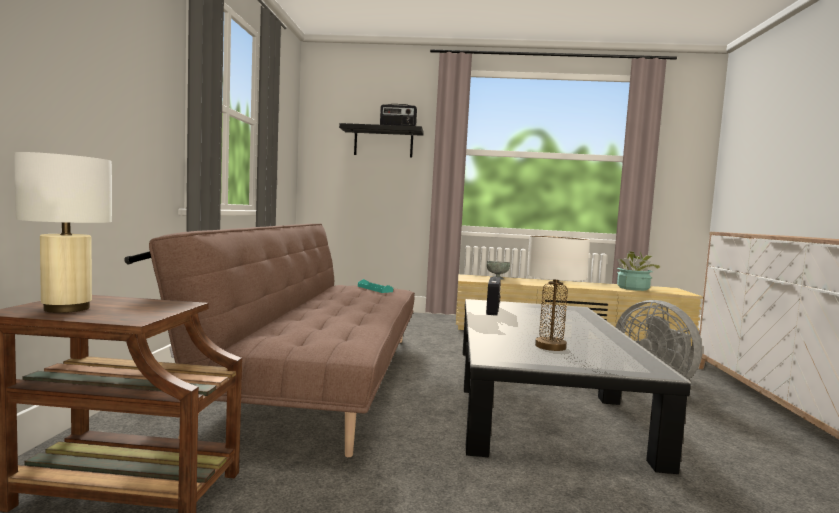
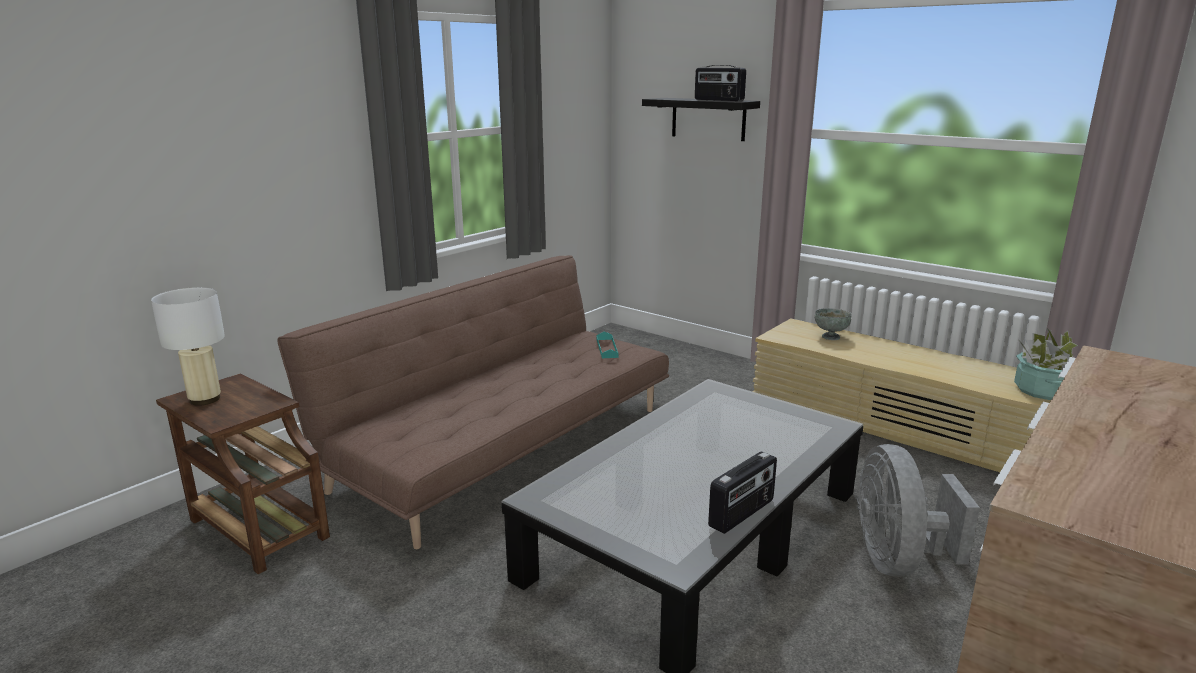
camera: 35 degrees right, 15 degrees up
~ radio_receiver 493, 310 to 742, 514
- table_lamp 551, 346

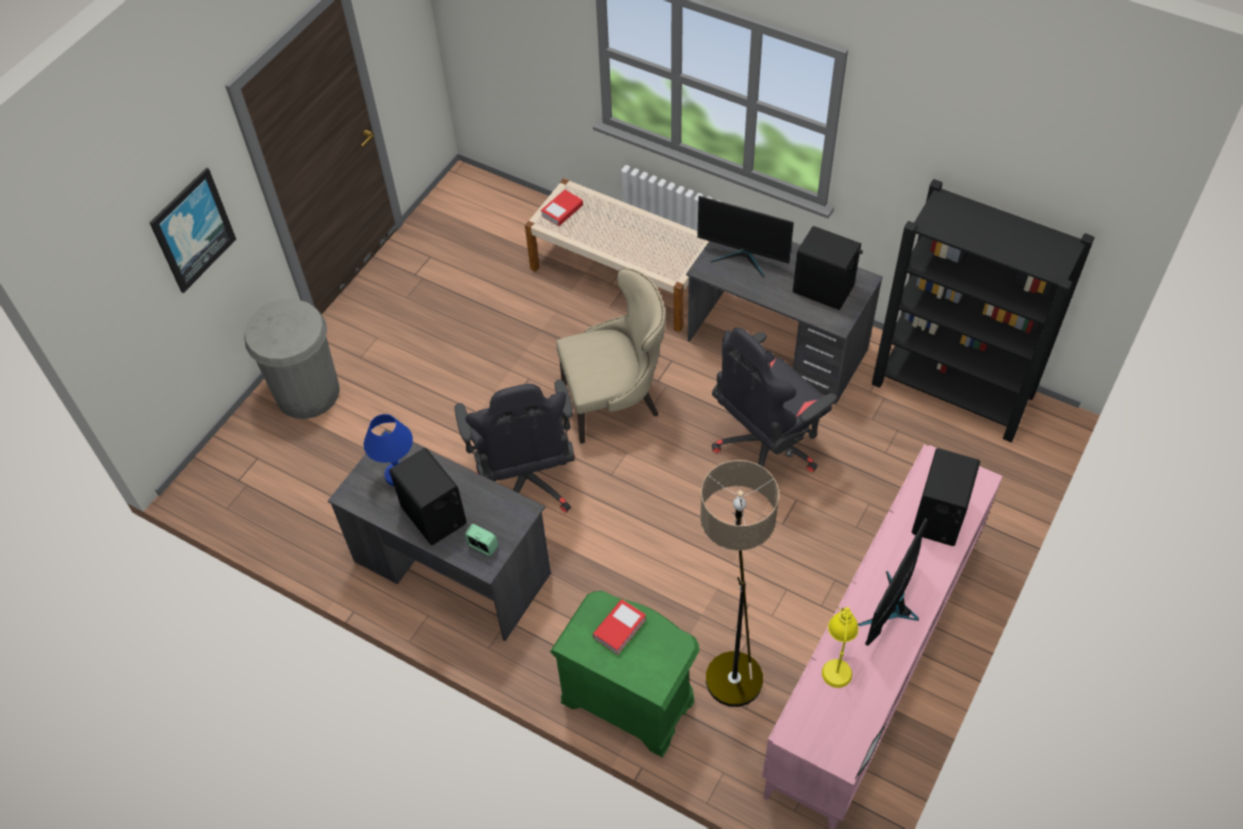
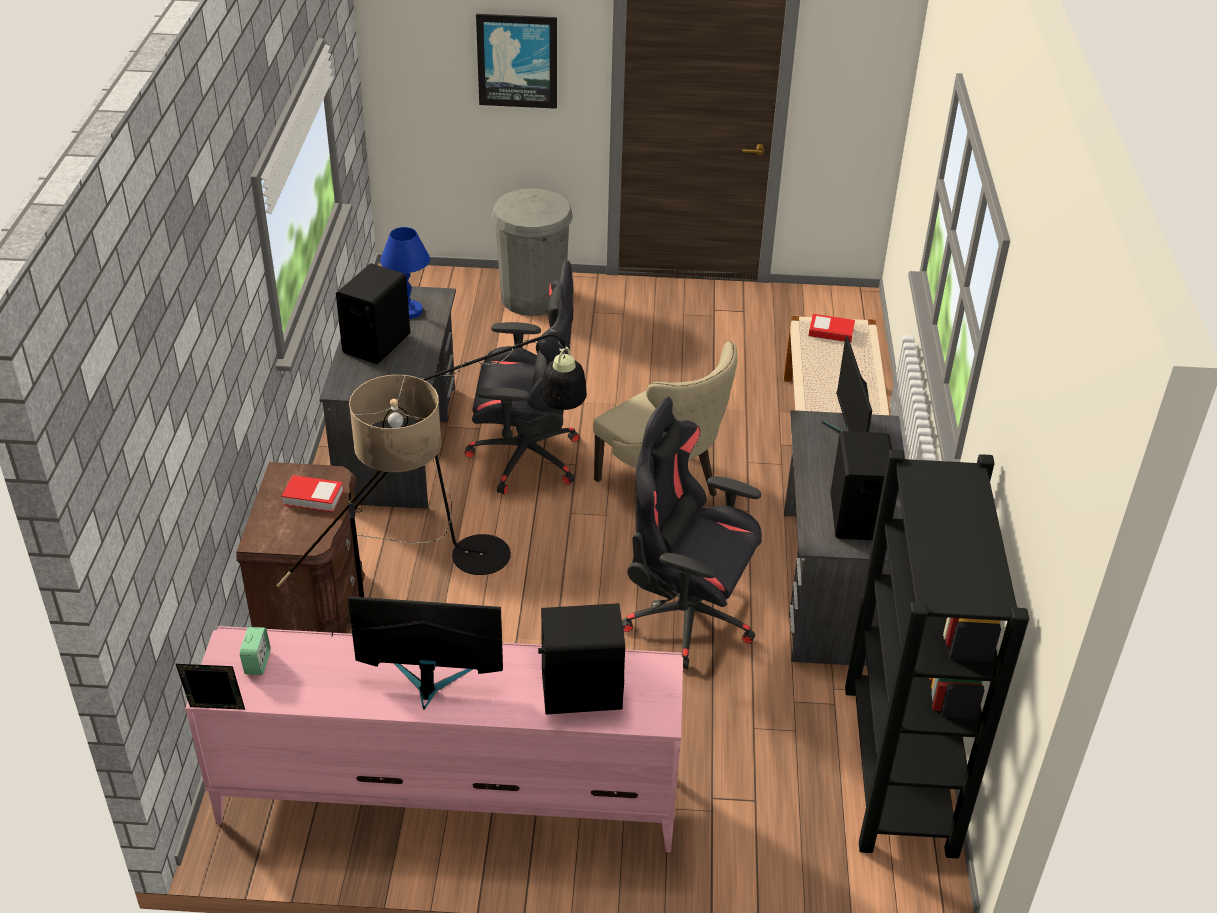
camera: 60 degrees right, 15 degrees down
~ black_office_chair 526, 481 = 524, 458 135 degrees counterclockwise
~ table_clock 483, 546 to 257, 663
~ green_bedside_table 630, 696 to brownish_bedside_table 315, 609
- yellow_table_lamp 836, 661
+ black_standard_lamp 497, 556

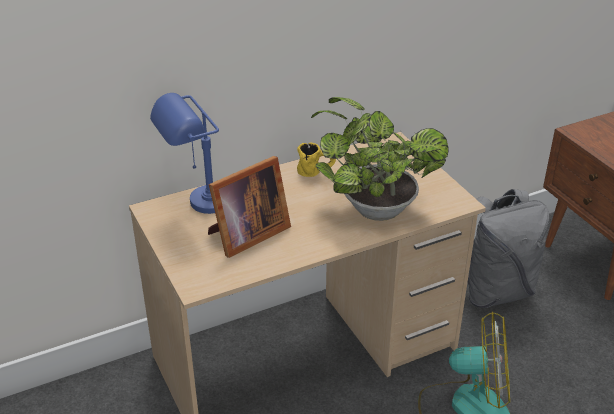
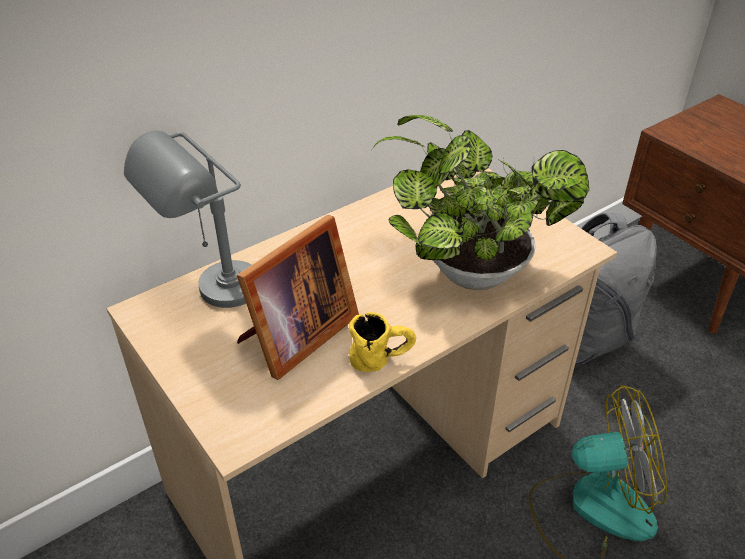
camera: 10 degrees left, 5 degrees up
~ blue-coloured_table_lamp 197, 206 to gray_table_lamp 212, 297
~ yellow_mug 316, 172 to 382, 359

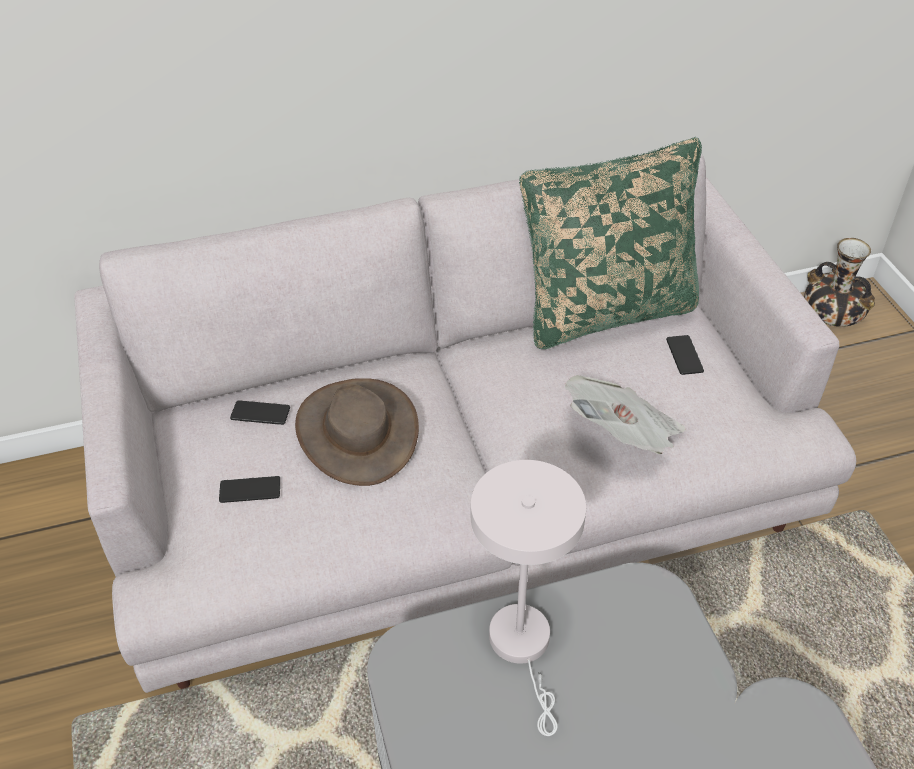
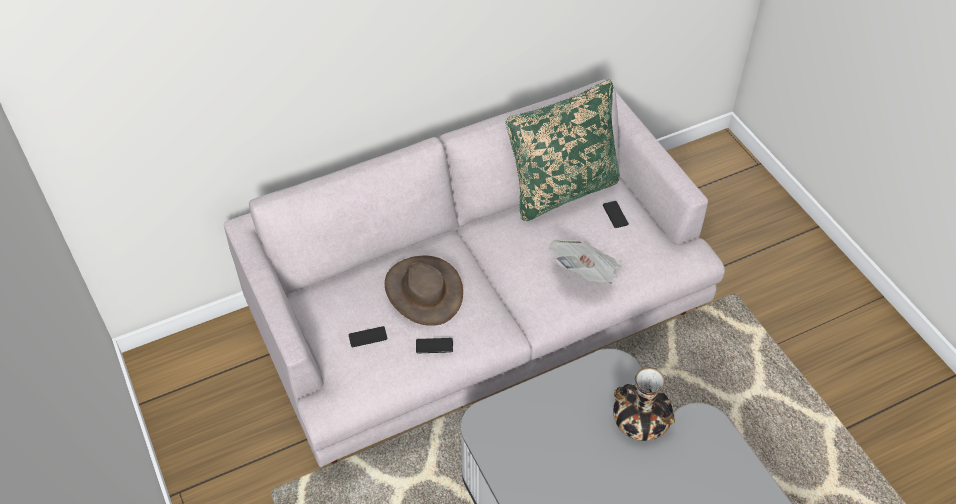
camera: 10 degrees left, 5 degrees up
~ telephone 260, 413 to 434, 346
- white-coloured_table_lamp 523, 647
~ vase 833, 313 to 641, 421

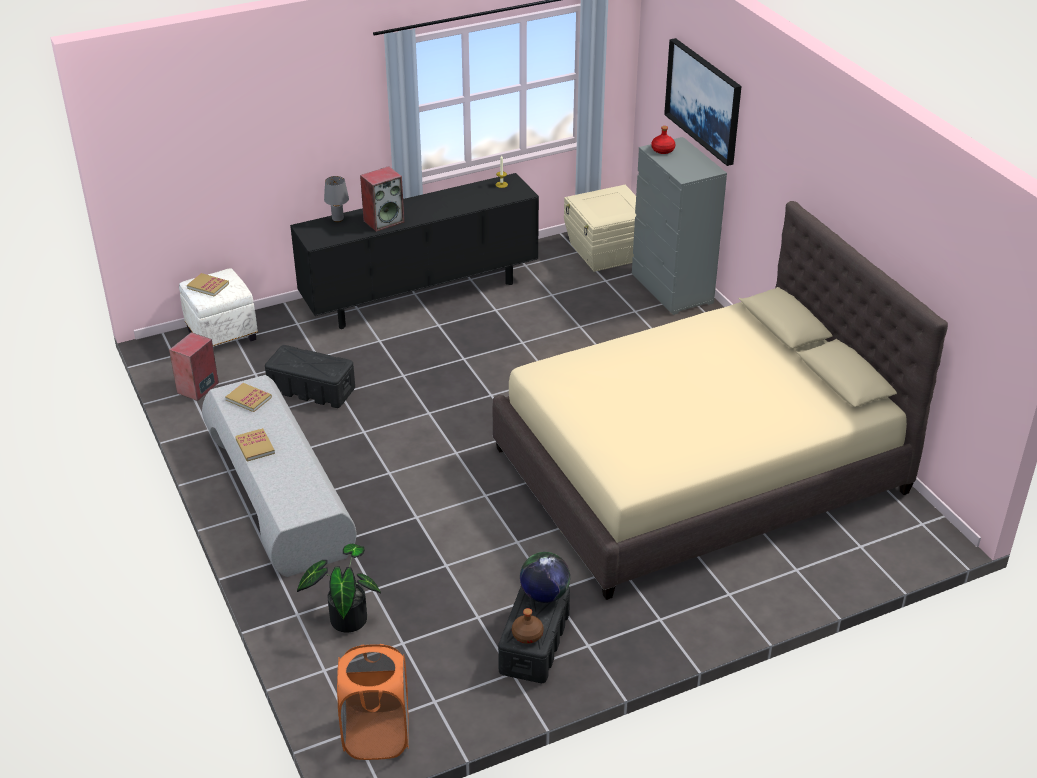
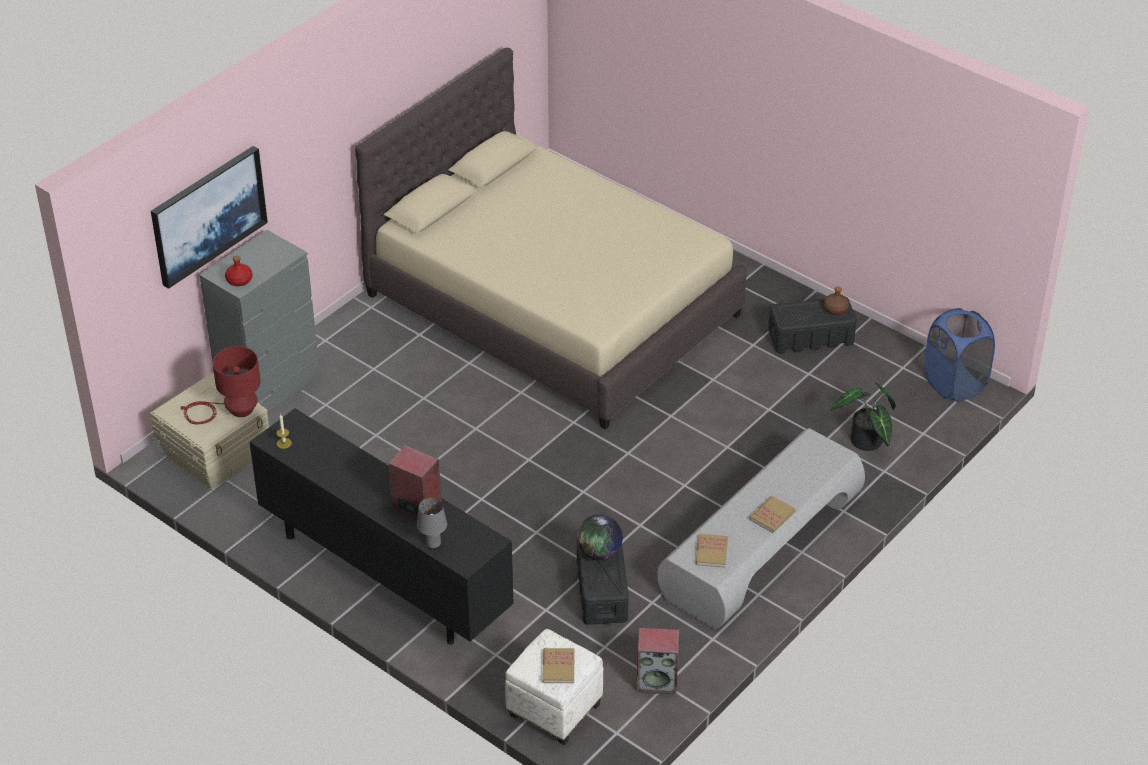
camera: 115 degrees left, 5 degrees up
~ orange_washing_basket 376, 736 to blue-coloured_washing_basket 954, 384
~ desk_globe 544, 595 to 599, 553
+ red_table_lamp 225, 411

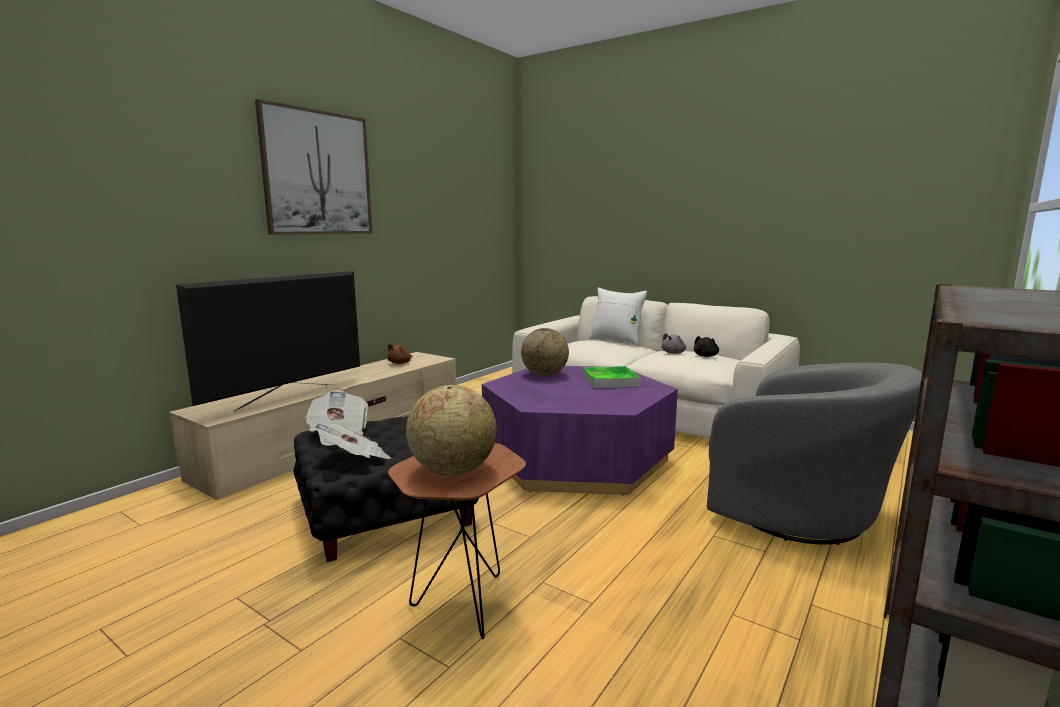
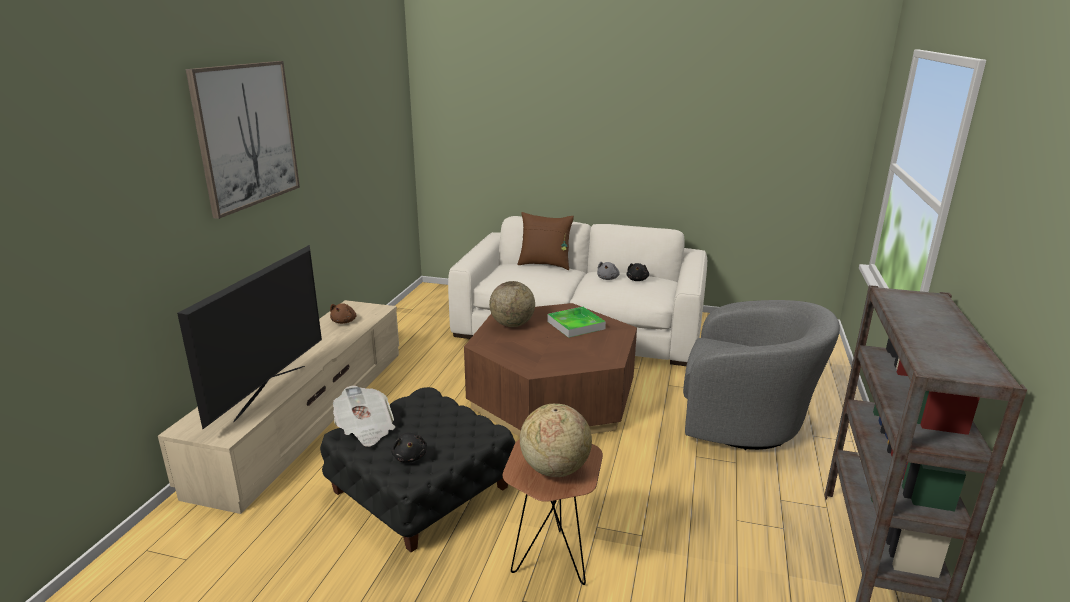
camera: 20 degrees left, 10 degrees up
~ newspaper 355, 459 to black_soft_toy 410, 457
~ purplish_low_table 577, 458 to brownish_low_table 552, 398
~ white-coloured_throw_pillow 616, 341 to brownish_throw_pillow 544, 265

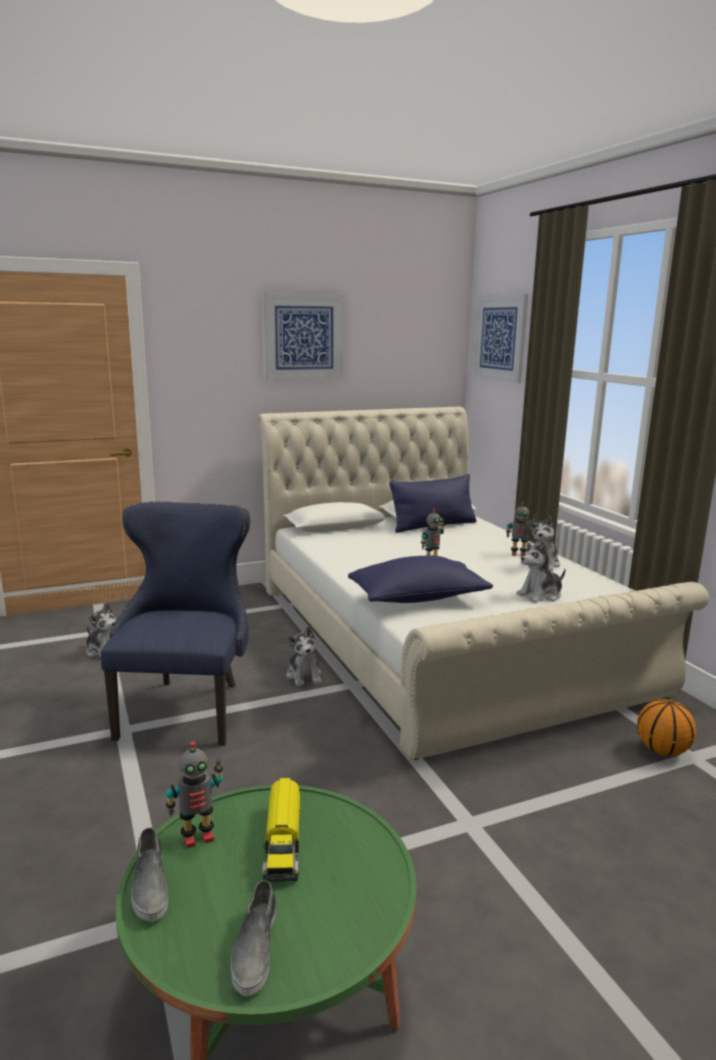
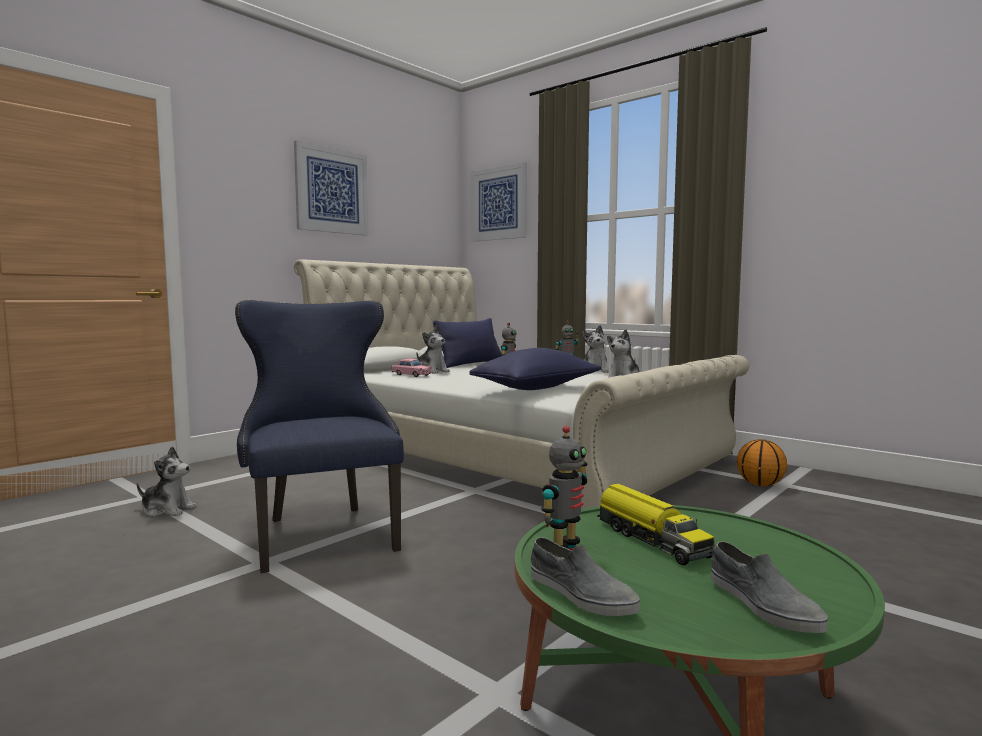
camera: 25 degrees left, 10 degrees down
~ soft_toy 304, 676 to 431, 371
+ pinkish_toy_car 411, 375

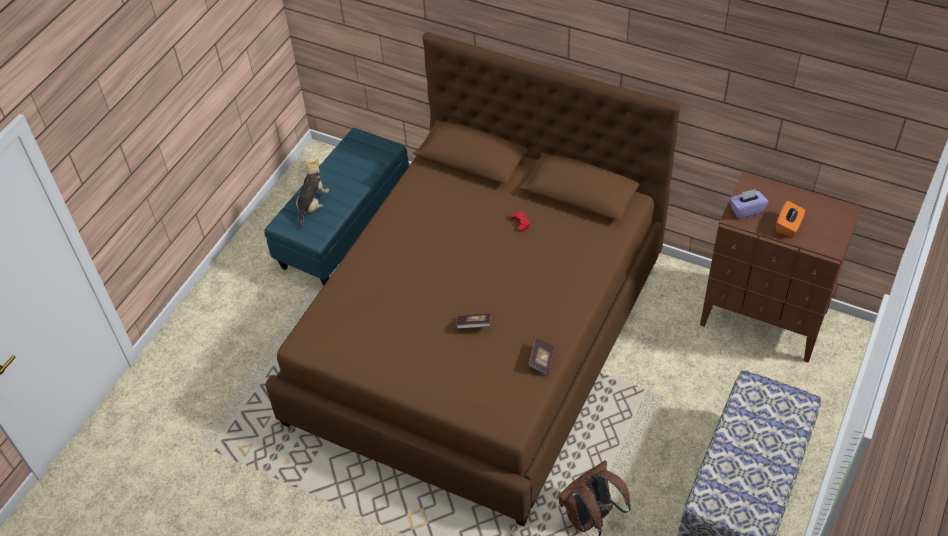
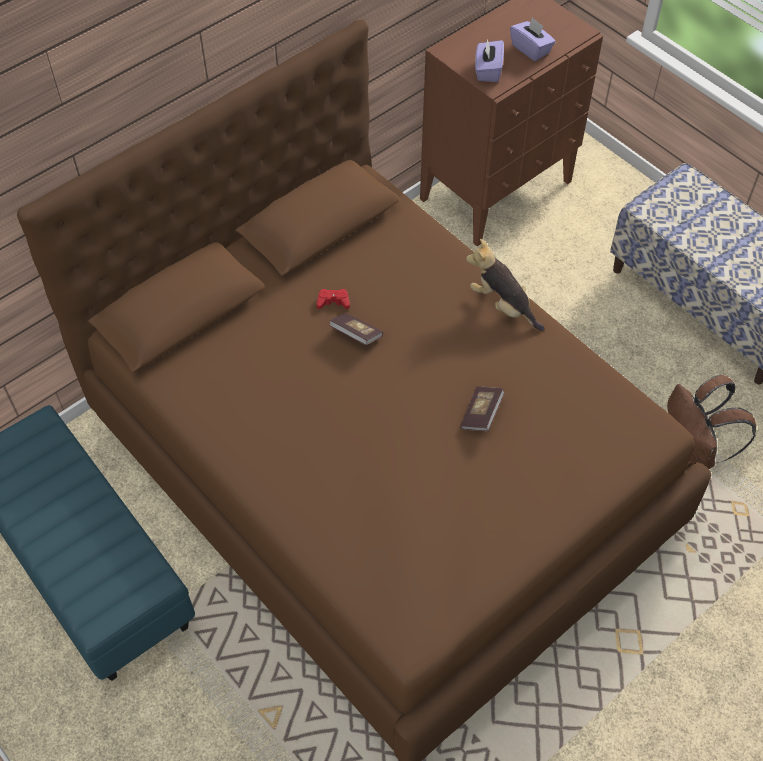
camera: 70 degrees left, 5 degrees up
~ soft_toy 312, 205 to 502, 305
~ bound_book 541, 360 to 356, 335
~ orange_tissue_box 788, 226 to purplish_tissue_box 531, 49

